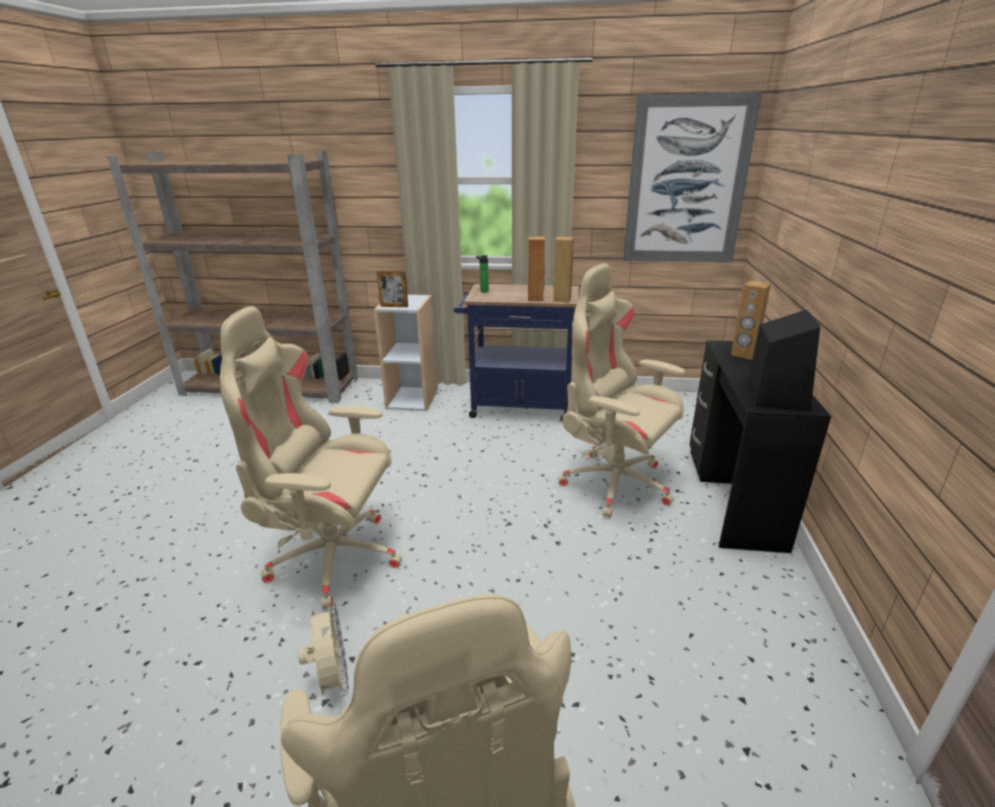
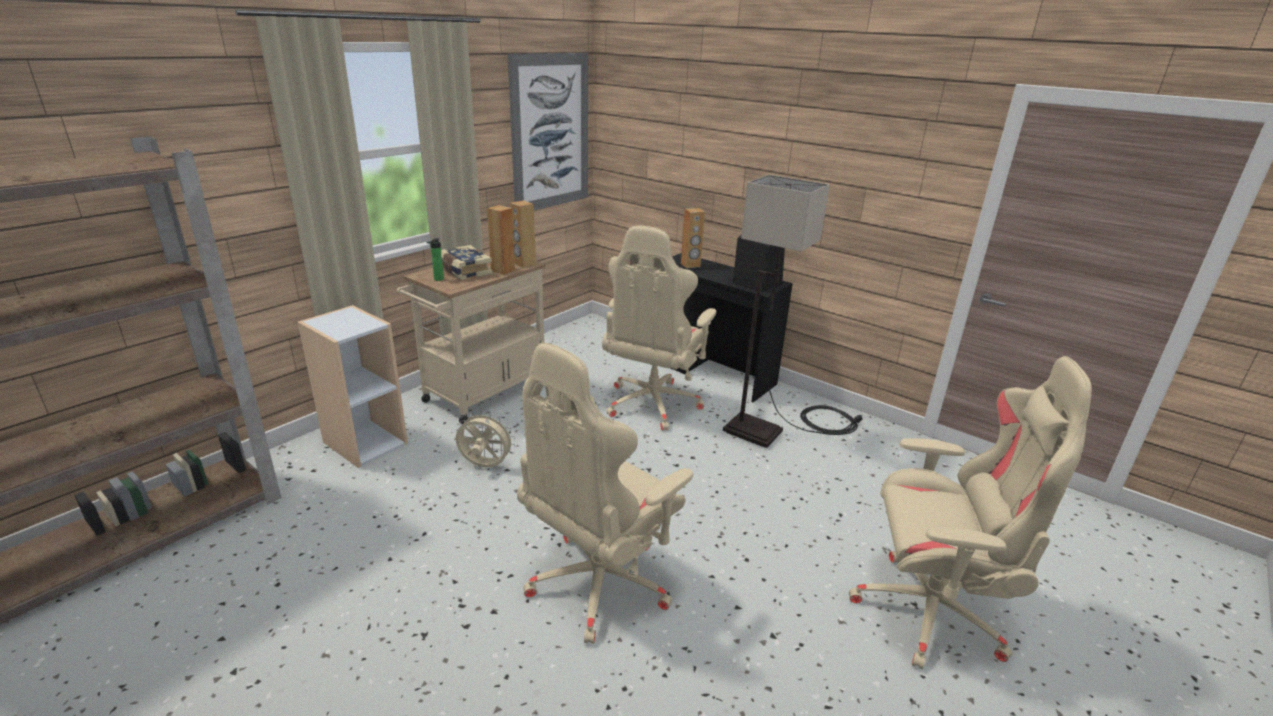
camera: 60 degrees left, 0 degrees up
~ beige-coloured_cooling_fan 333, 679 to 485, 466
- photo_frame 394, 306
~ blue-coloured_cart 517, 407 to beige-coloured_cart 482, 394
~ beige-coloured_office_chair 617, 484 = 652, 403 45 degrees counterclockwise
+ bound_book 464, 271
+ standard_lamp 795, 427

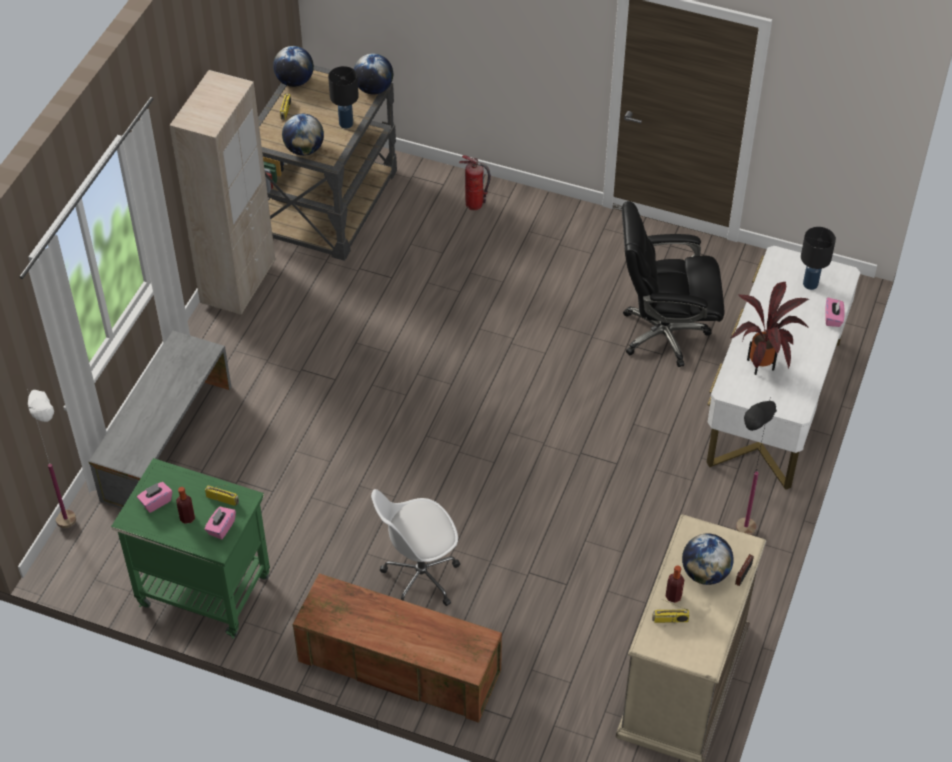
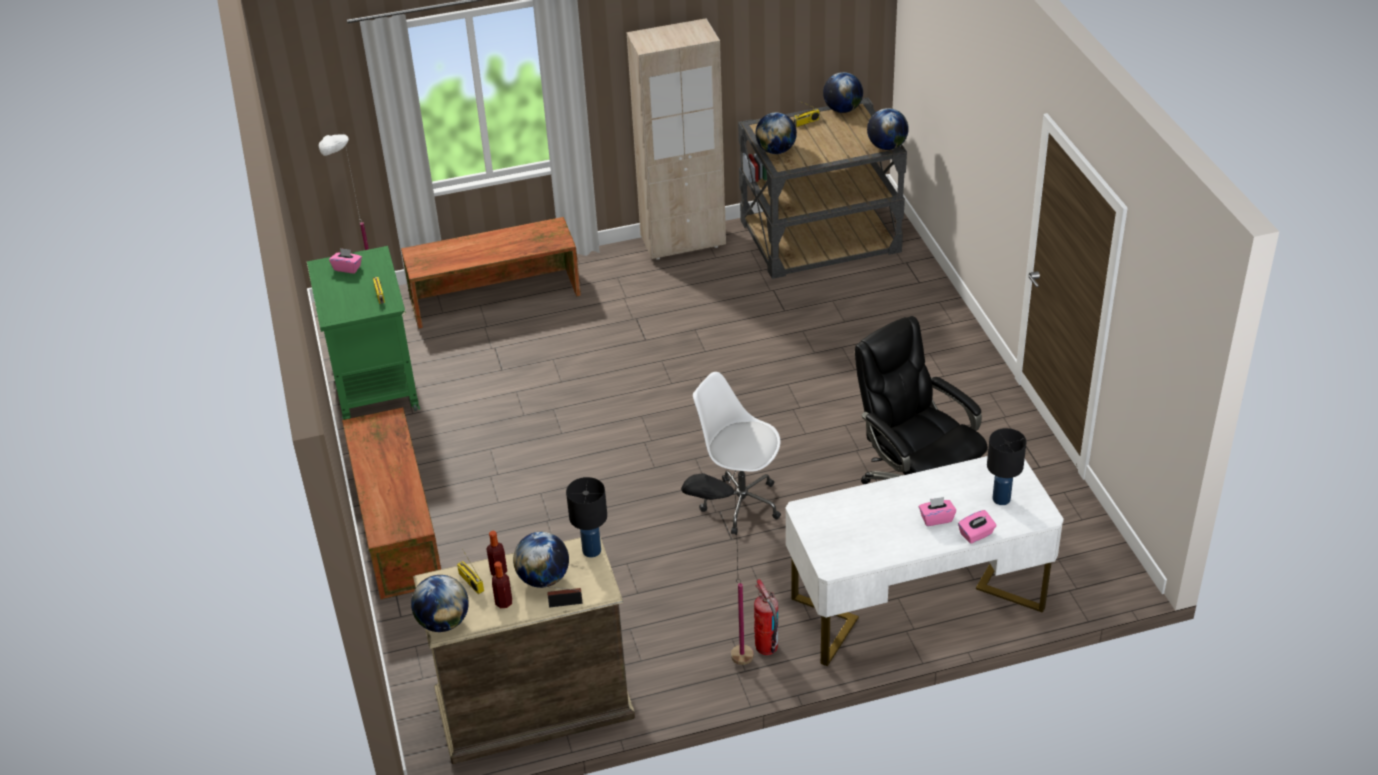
camera: 55 degrees right, 10 degrees down
~ gray_long_seat 166, 441 to brownish_long_seat 495, 295
~ drink_bottle 187, 518 to 503, 602
~ pinkish_tissue_box 221, 528 to 936, 518
~ black_table_lamp 346, 123 to 592, 551
~ white-coloured_office_chair 419, 579 to 739, 504
~ extinguisher 474, 204 to 766, 647
- plant_in_a_pot 764, 365
+ desk_globe 443, 622

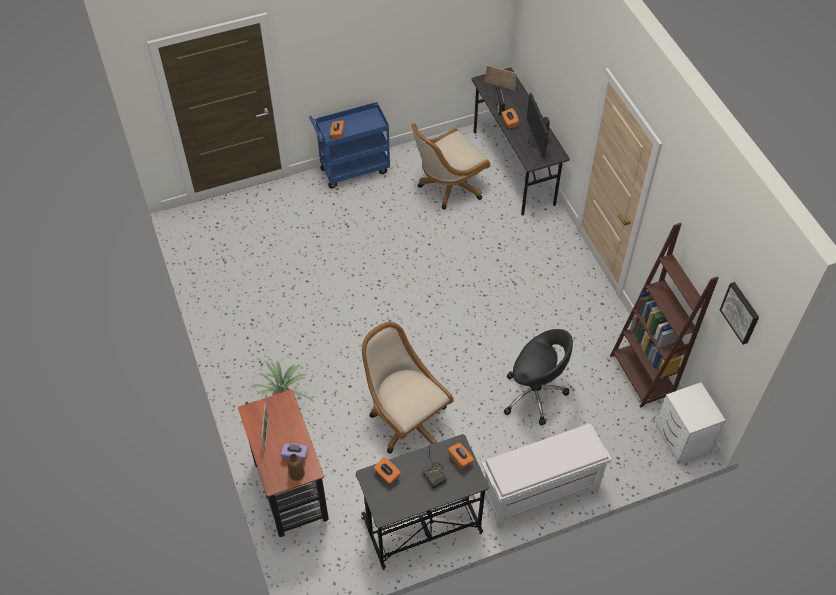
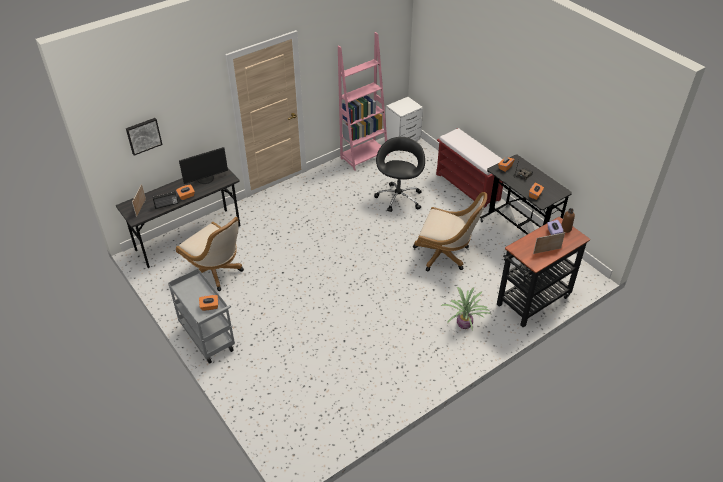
camera: 105 degrees left, 10 degrees down
~ blue-coloured_cart 352, 172 to gray_cart 208, 340
~ office_chair 405, 418 = 445, 255 105 degrees counterclockwise
~ white-coloured_long_seat 539, 494 to red_long_seat 468, 187
~ brownish_shelving_unit 642, 375 to pinkish_shelving_unit 364, 156
~ wall_art 741, 312 to 143, 135

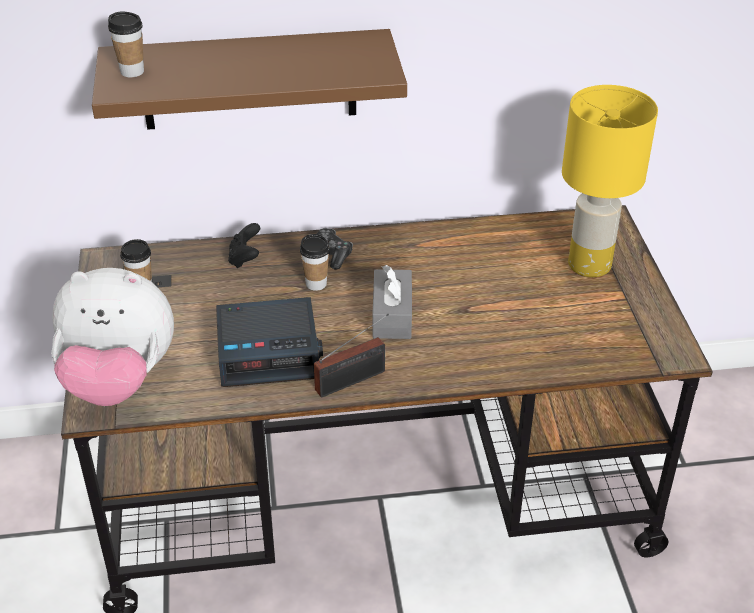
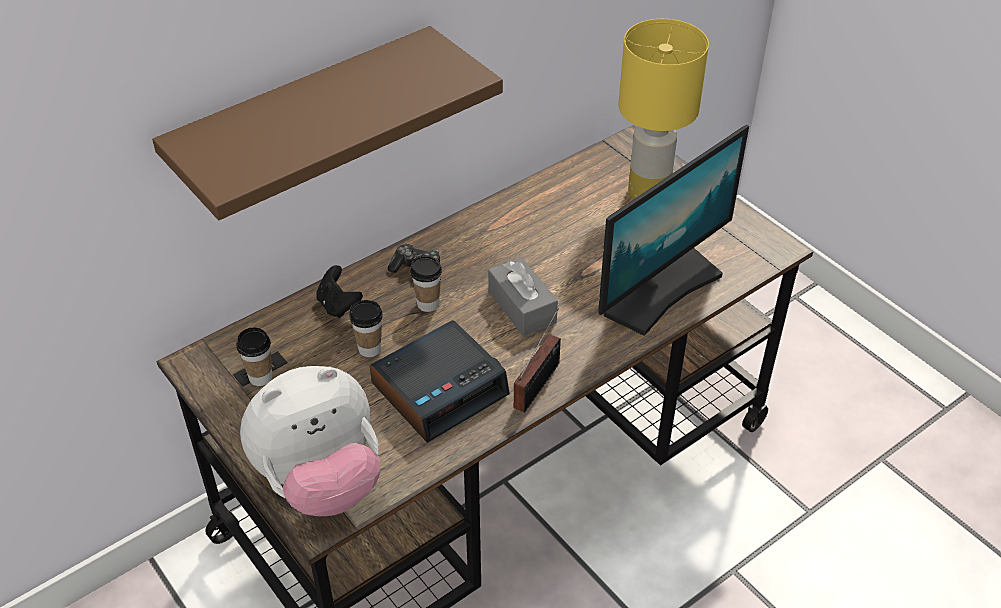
camera: 30 degrees left, 5 degrees up
~ cup 132, 71 to 369, 349
+ monitor 660, 290

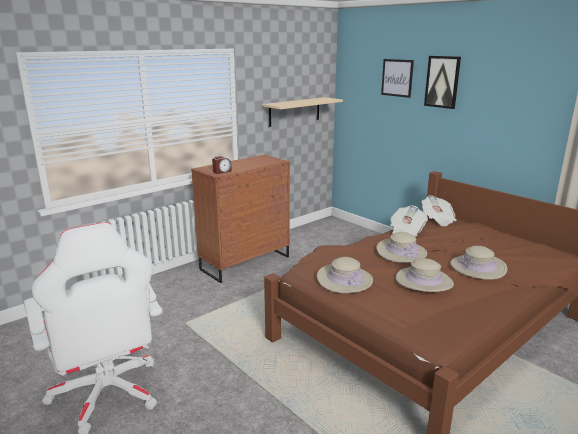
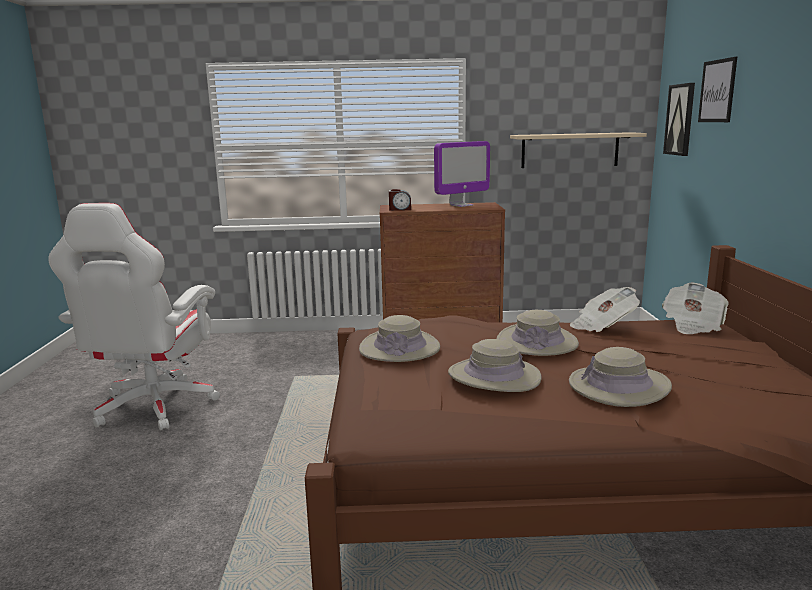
camera: 40 degrees right, 5 degrees down
~ wall_art 442, 82 to 680, 119
+ monitor 461, 205

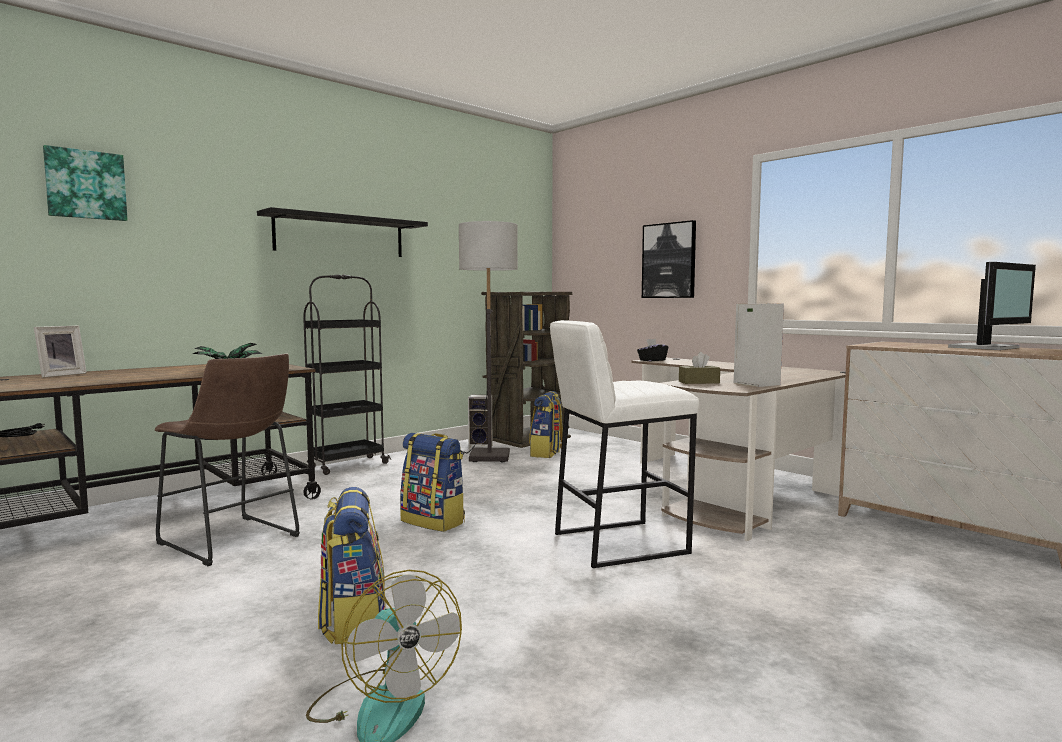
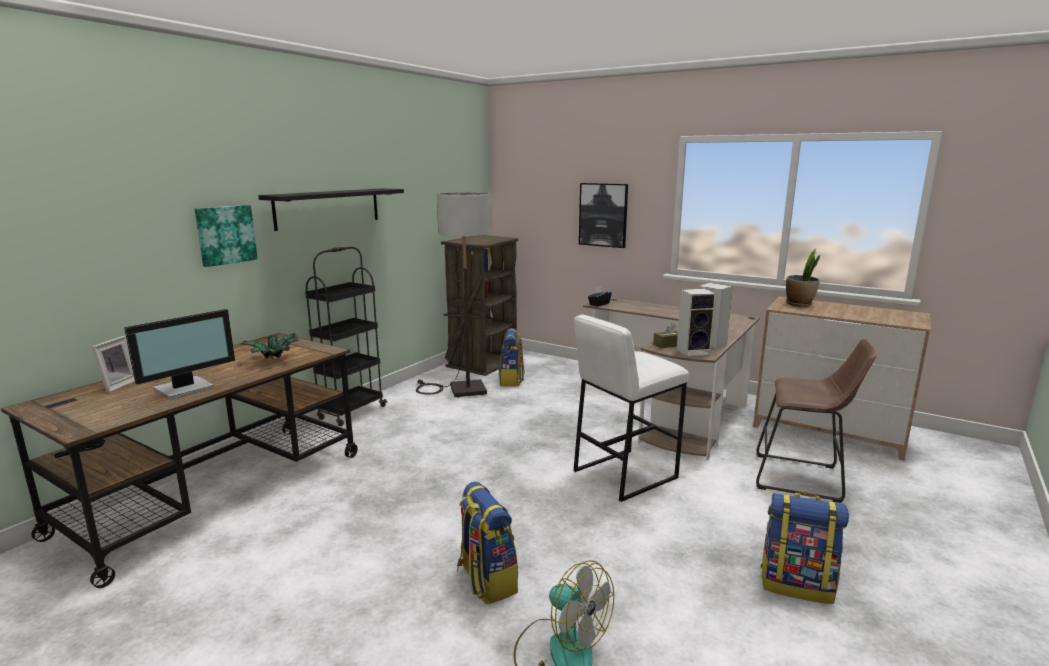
camera: 15 degrees left, 10 degrees up
~ wall_art 86, 185 to 225, 235
~ brownish_sitting_stool 232, 541 to 803, 479
~ rucksack 434, 521 to 797, 584
~ speaker 481, 447 to 694, 351
~ monitor 987, 347 to 186, 388
+ plant_in_a_pot 799, 304

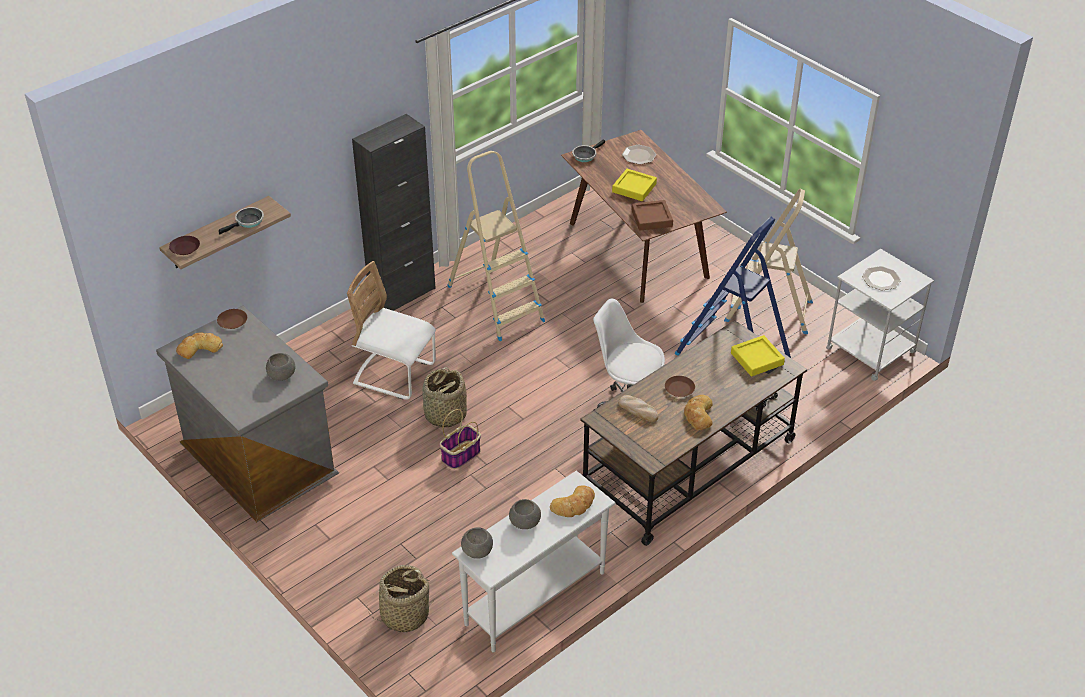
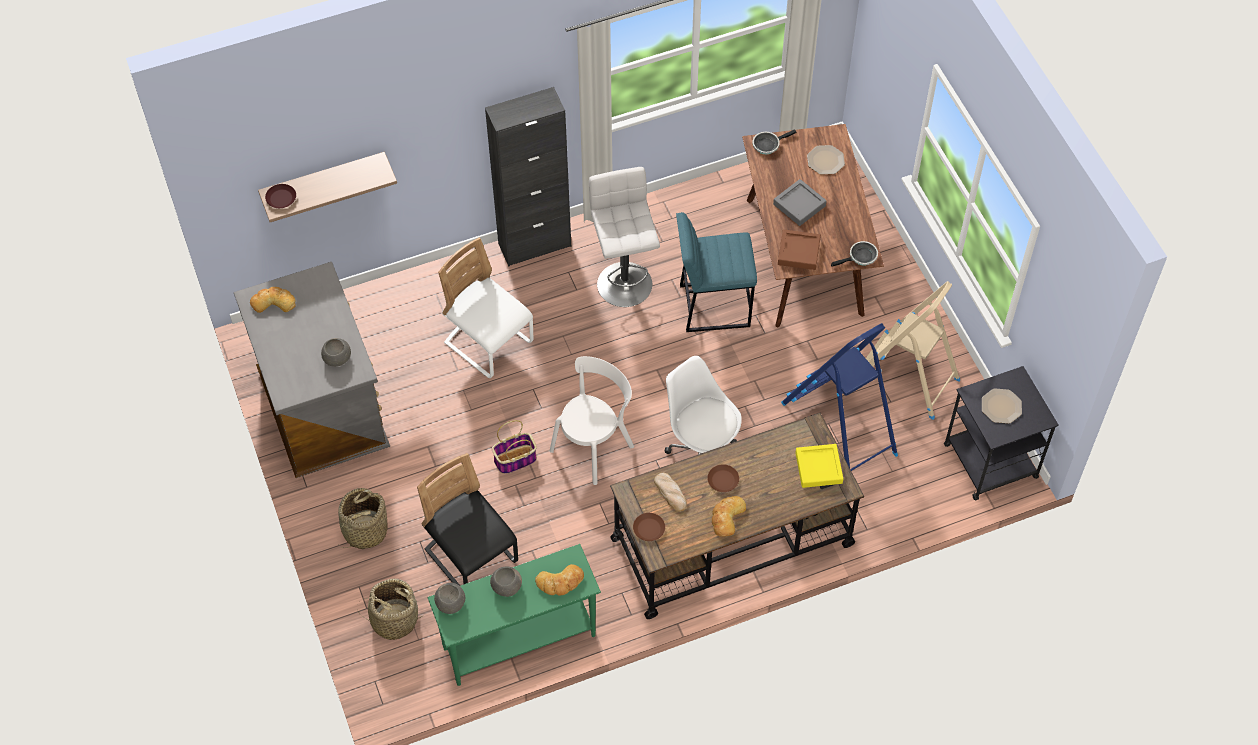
camera: 20 degrees right, 15 degrees up
~ brownish_flat_dish 232, 321 to 648, 529
~ skillet 248, 222 to 860, 257
~ basket 445, 415 to 365, 530
~ beige-coloured_step_stool 496, 303 to white-coloured_sitting_stool 625, 284
~ white-coloured_hall_table 535, 600 to green_hall_table 519, 643
~ yellow_tray 634, 188 to gray_tray 799, 205
~ white-coloured_cart 871, 351 to black_cart 991, 462
+ black_chair 471, 557
+ white-coloured_chair 594, 445
+ blue-coloured_sitting_stool 712, 306

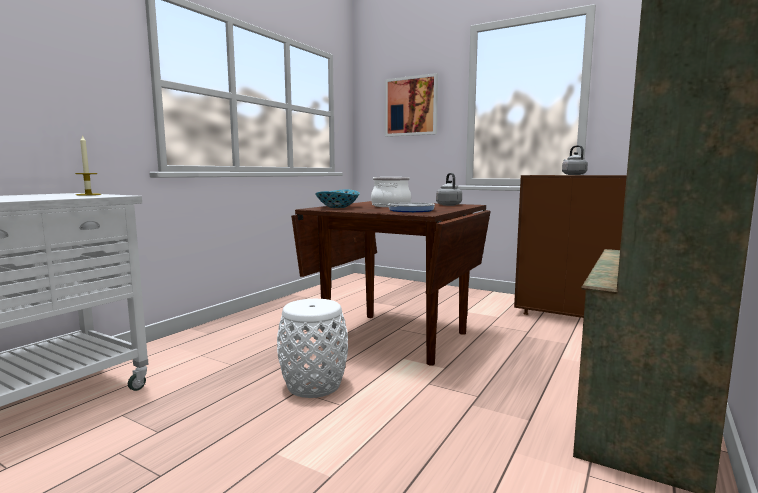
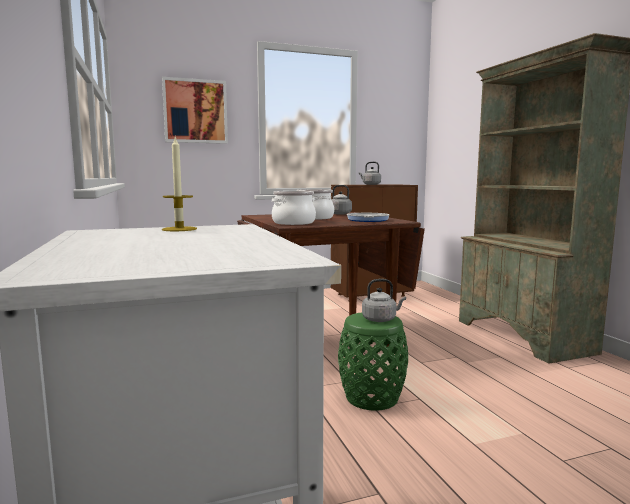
camera: 50 degrees left, 0 degrees up
~ white-coloured_sitting_stool 313, 385 to green_sitting_stool 371, 398
~ serving_bowl 338, 207 to stockpot 293, 223
+ gray_kettle 381, 319

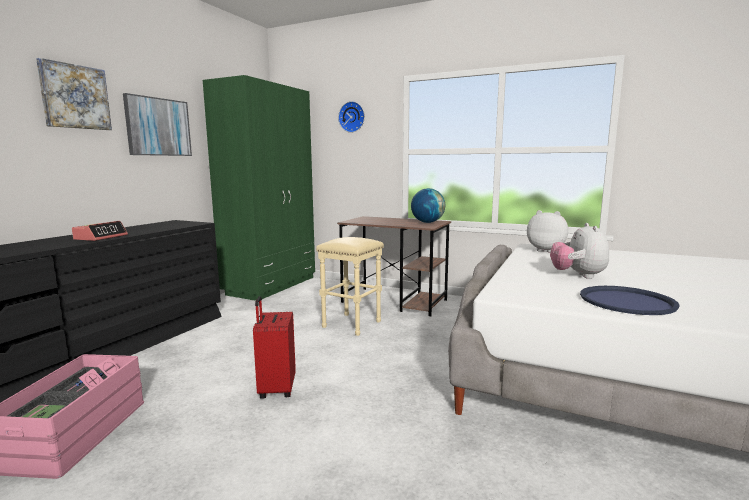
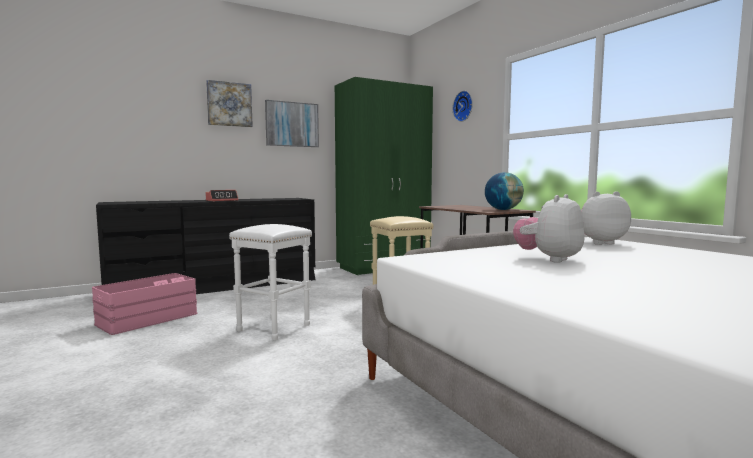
camera: 35 degrees right, 5 degrees down
~ red_travel_case 276, 389 to white-coloured_sitting_stool 273, 327
~ soft_toy 546, 250 = 598, 242 75 degrees counterclockwise
- blue-coloured_tray 626, 301

